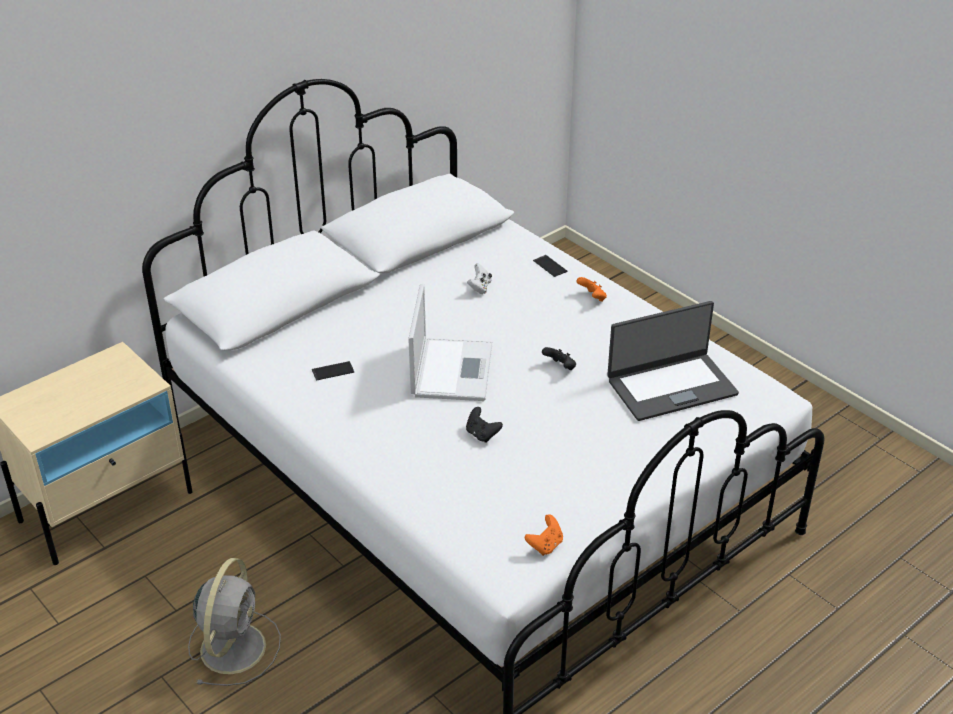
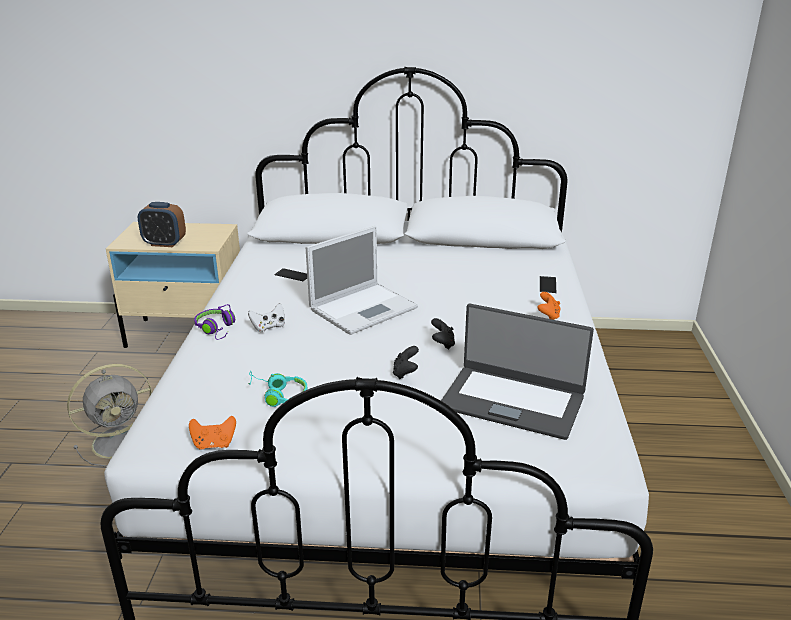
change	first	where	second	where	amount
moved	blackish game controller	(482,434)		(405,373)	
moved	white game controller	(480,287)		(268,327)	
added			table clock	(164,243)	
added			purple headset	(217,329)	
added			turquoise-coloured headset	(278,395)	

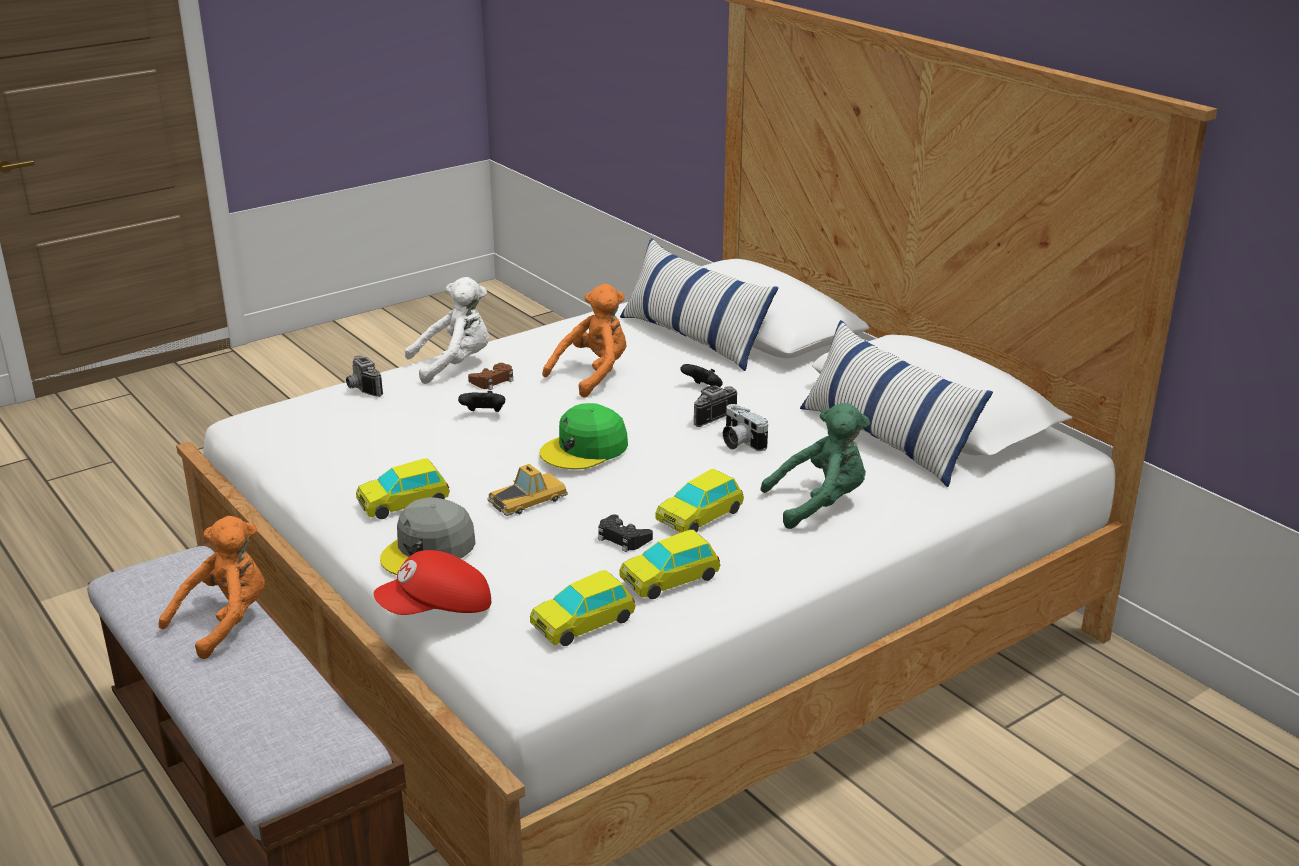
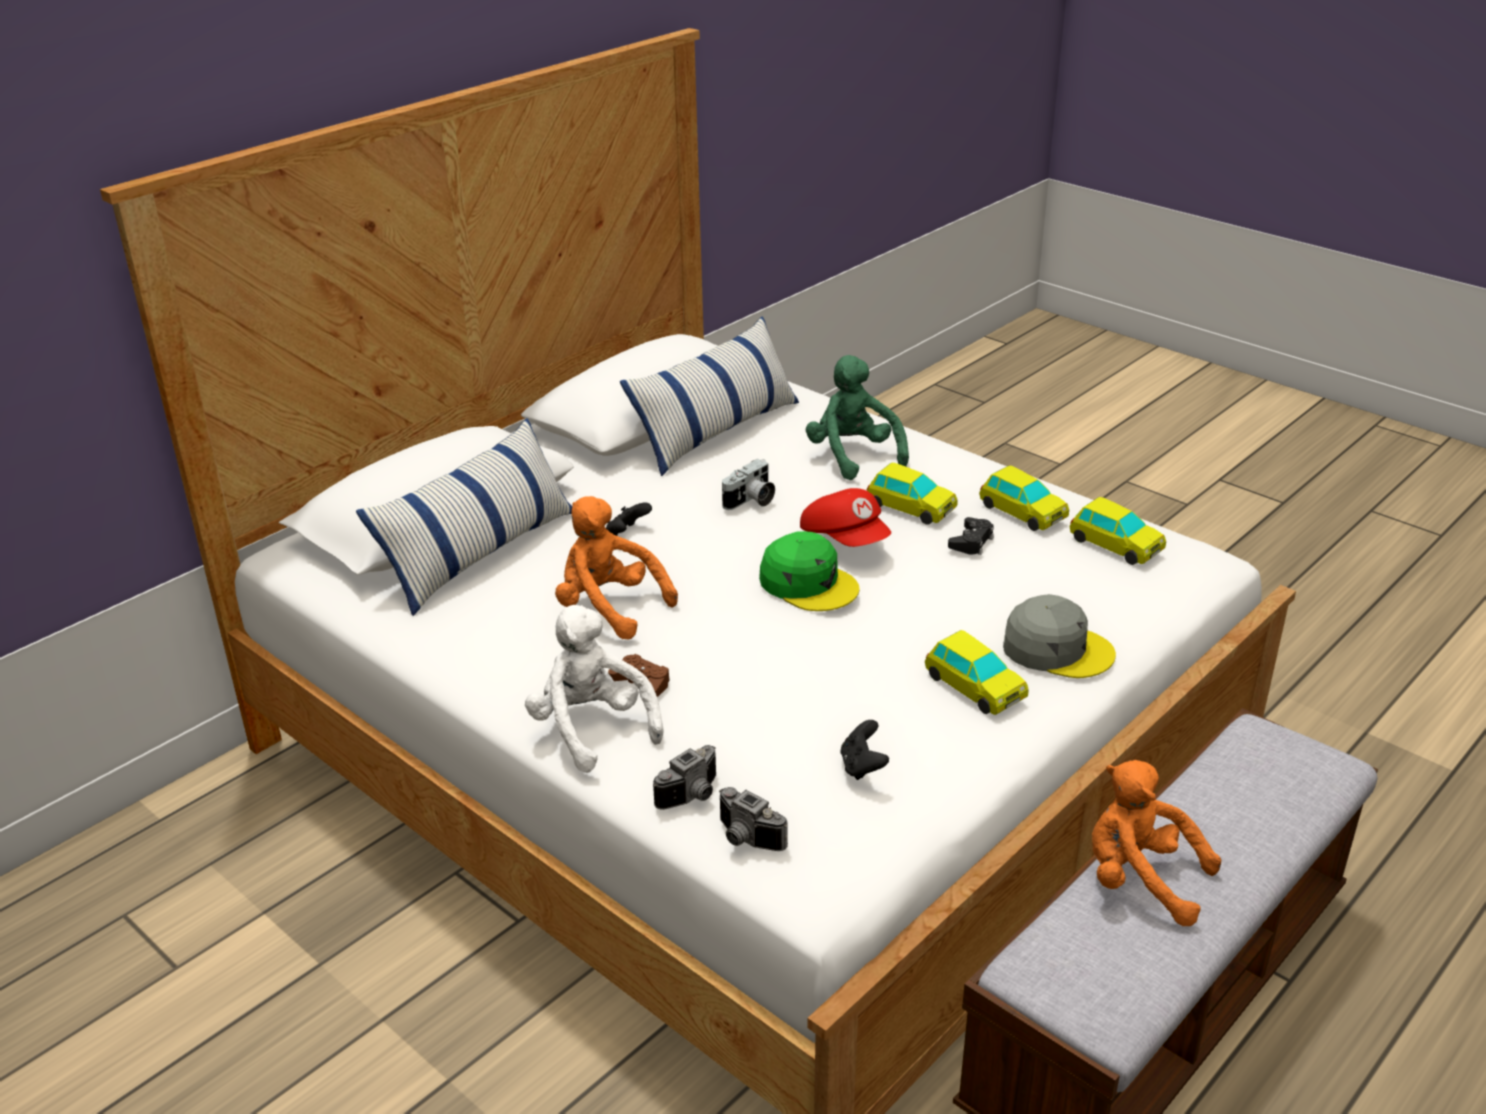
change	first	where	second	where	amount
moved	red-coloured peaked cap	(437,610)		(846,539)	
moved	blackish game controller	(484,414)		(862,766)	
removed	model car	(529,499)			
moved	still camera	(709,415)		(745,839)	

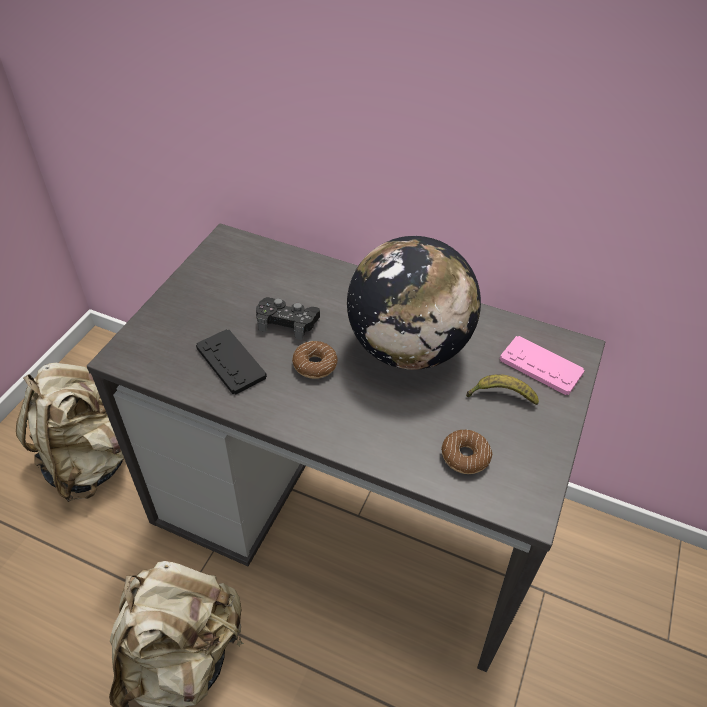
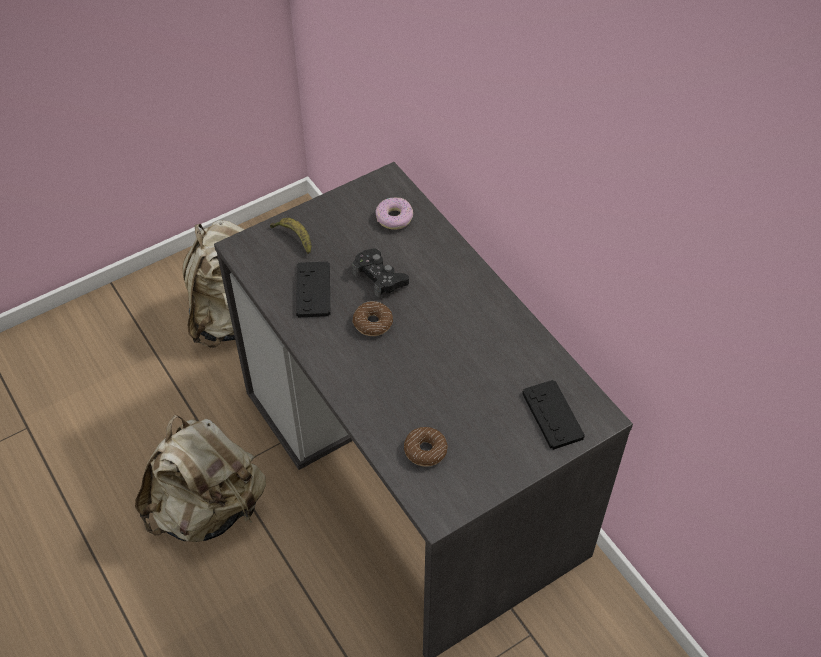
change	first	where	second	where	amount
removed	world globe	(407,348)			
moved	banana	(501,396)		(294,238)	
recoloured	pink game controller	(541,366)	blackish game controller	(552,415)	
added			doughnut	(394,218)	

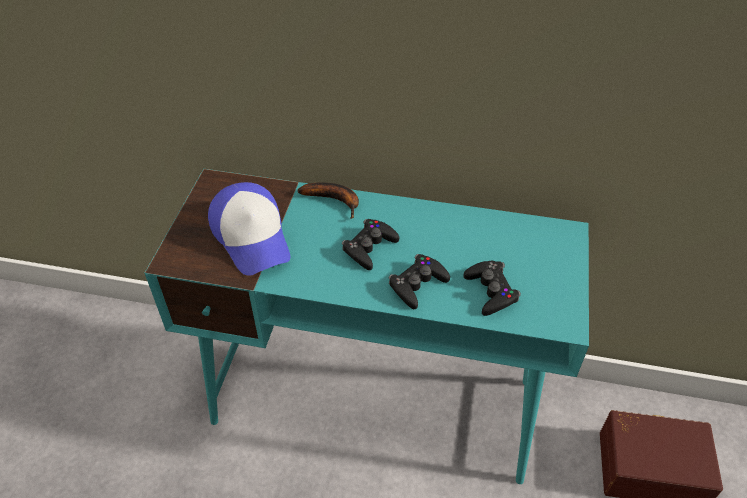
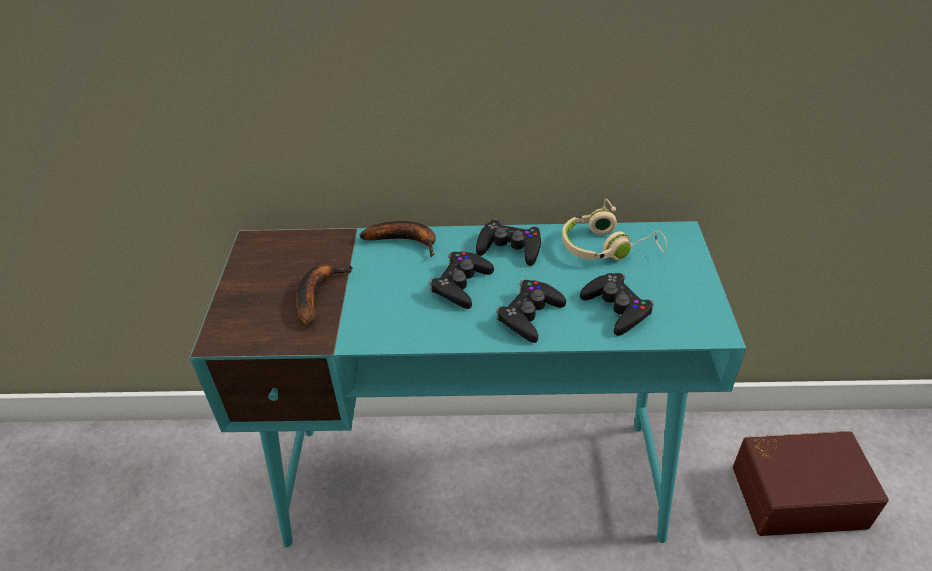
change	first	where	second	where	amount
replaced	peaked cap	(252,236)	banana	(317,294)	
added			blackish game controller	(509,248)	
added			beige headset	(607,247)	

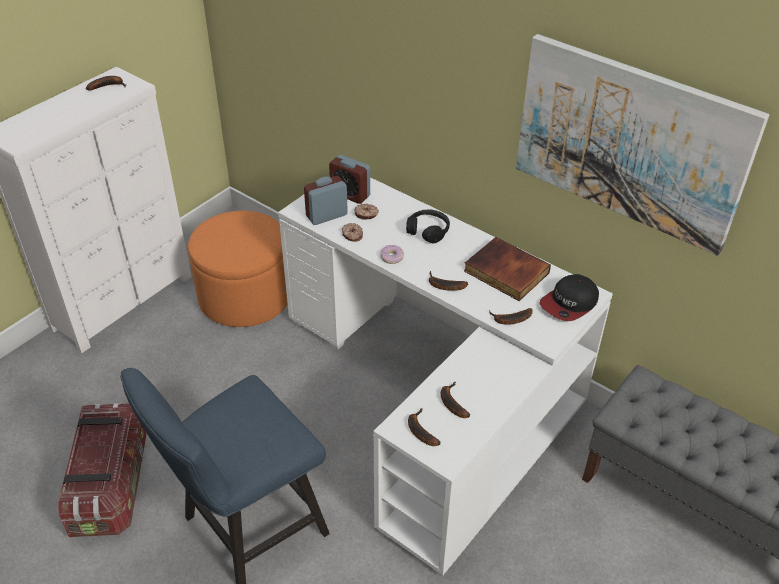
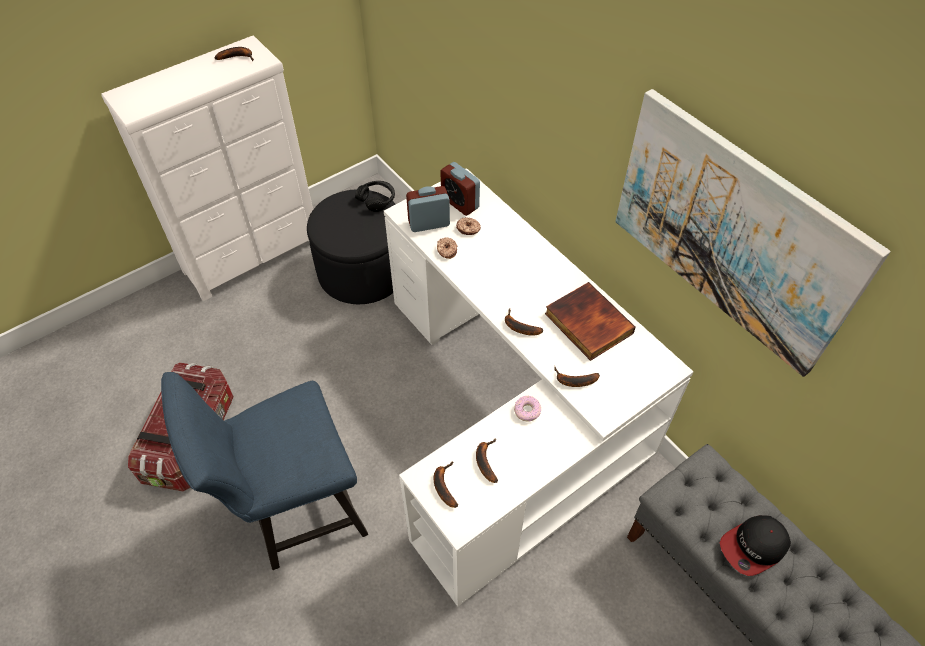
change	first	where	second	where	amount
recoloured	orange-coloured footrest	(245,297)	blackish footrest	(362,272)	
moved	doughnut	(392,257)		(527,411)	
moved	blackish headset	(428,231)		(377,200)	
moved	peaked cap	(569,303)		(753,547)	

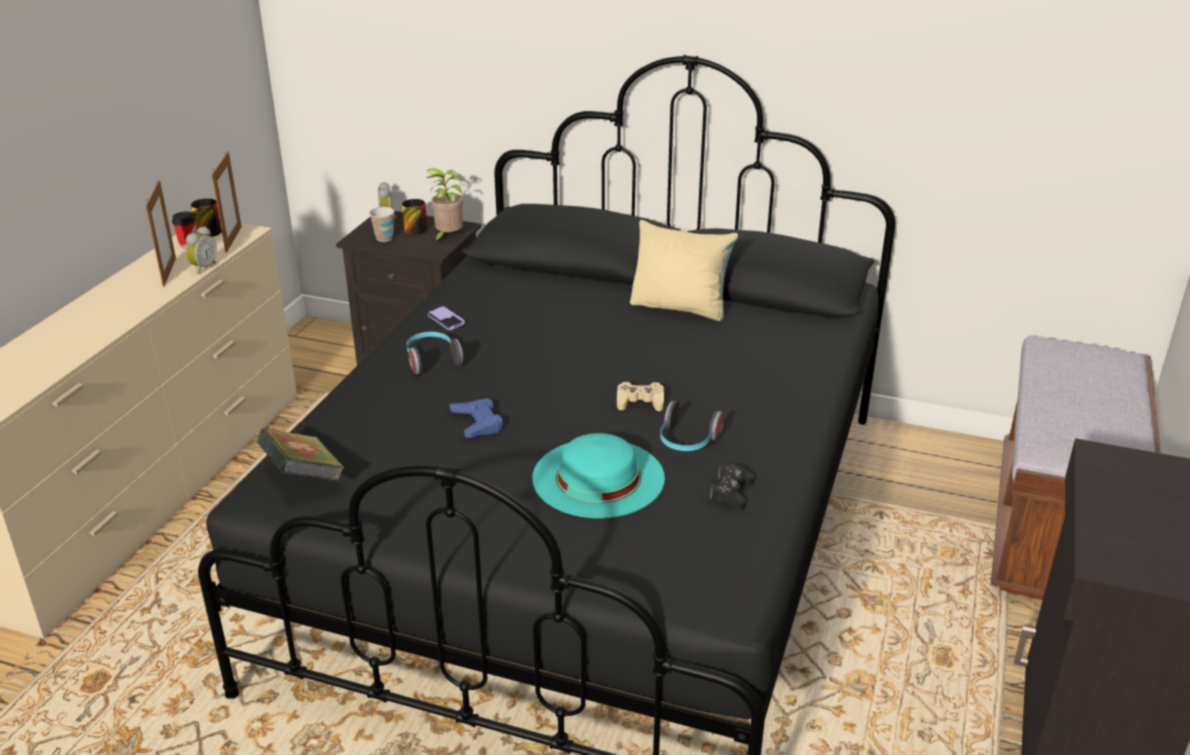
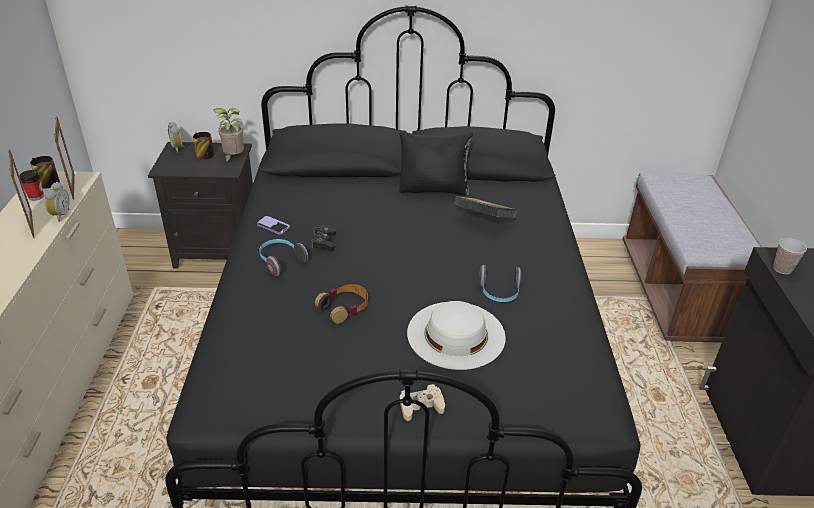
change	first	where	second	where	amount
moved	bound book	(303,478)		(483,222)	
moved	drinking cup	(384,238)		(782,269)	
replaced	blue-coloured game controller	(477,423)	headset	(344,307)	
recoloured	turquoise-coloured clothing hat	(598,477)	white clothing hat	(456,334)	
moved	beige game controller	(640,402)		(421,406)	
recoloured	beige throw pillow	(680,307)	blackish throw pillow	(434,189)	
moved	blackish game controller	(731,492)		(324,242)	

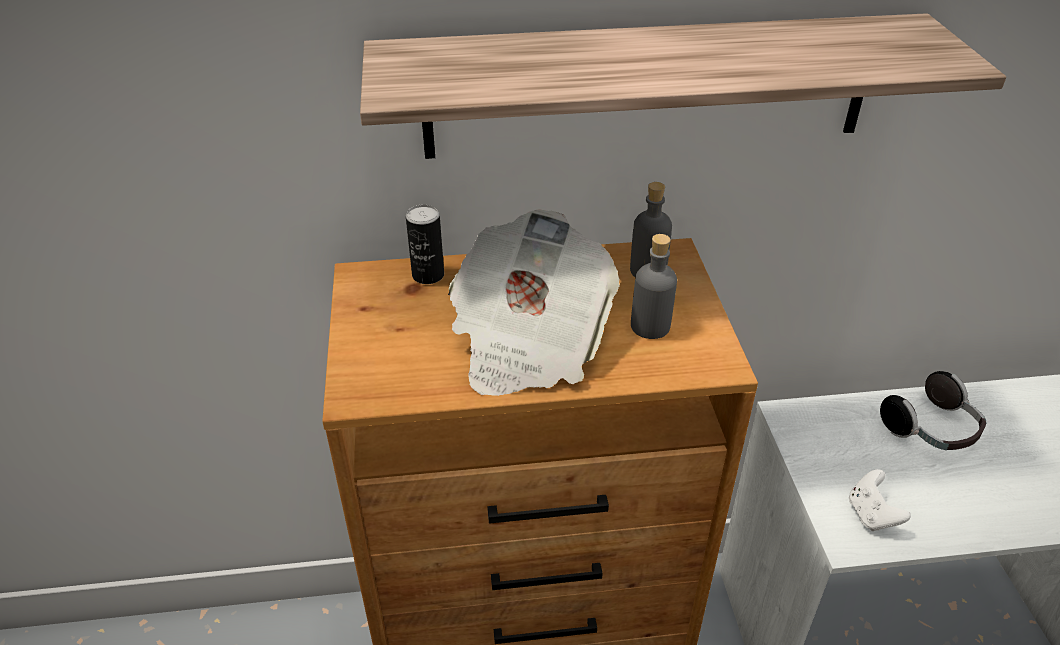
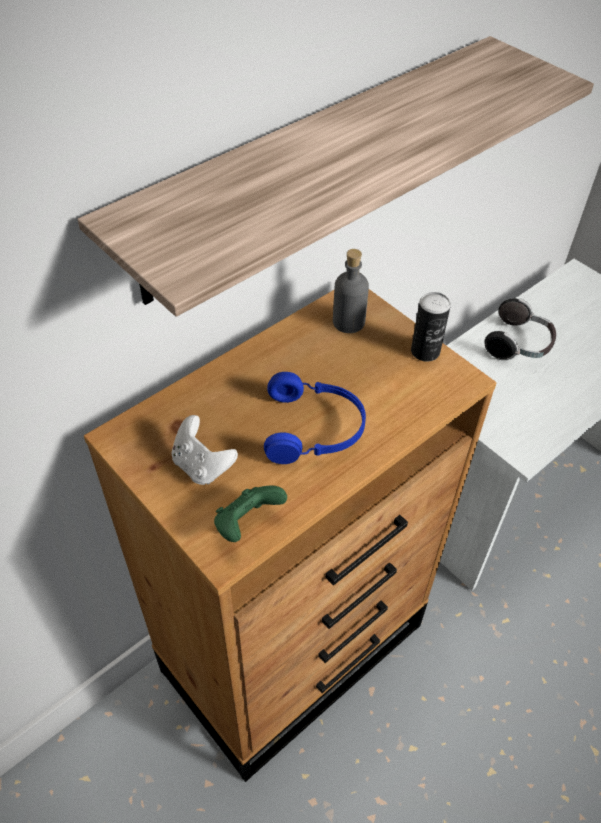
change	first	where	second	where	amount
moved	can	(428,275)		(425,351)	
replaced	printed paper	(528,341)	blue-coloured headset	(314,429)	
removed	grey beverage bottle	(650,326)			
moved	white game controller	(871,515)		(202,466)	
added			green-coloured game controller	(247,523)	

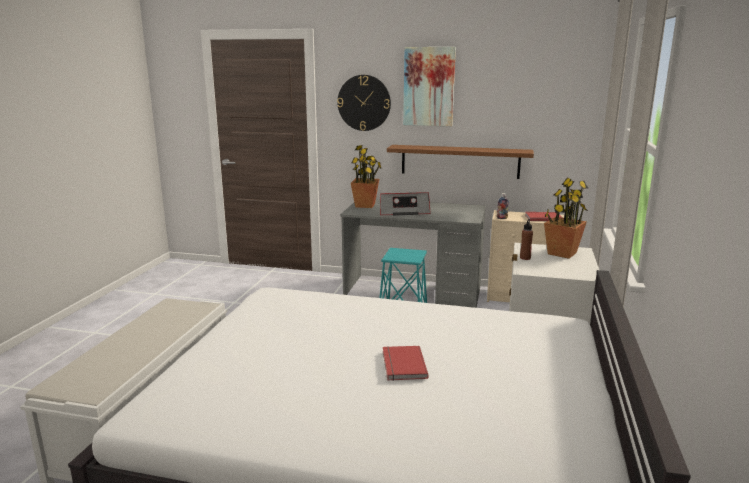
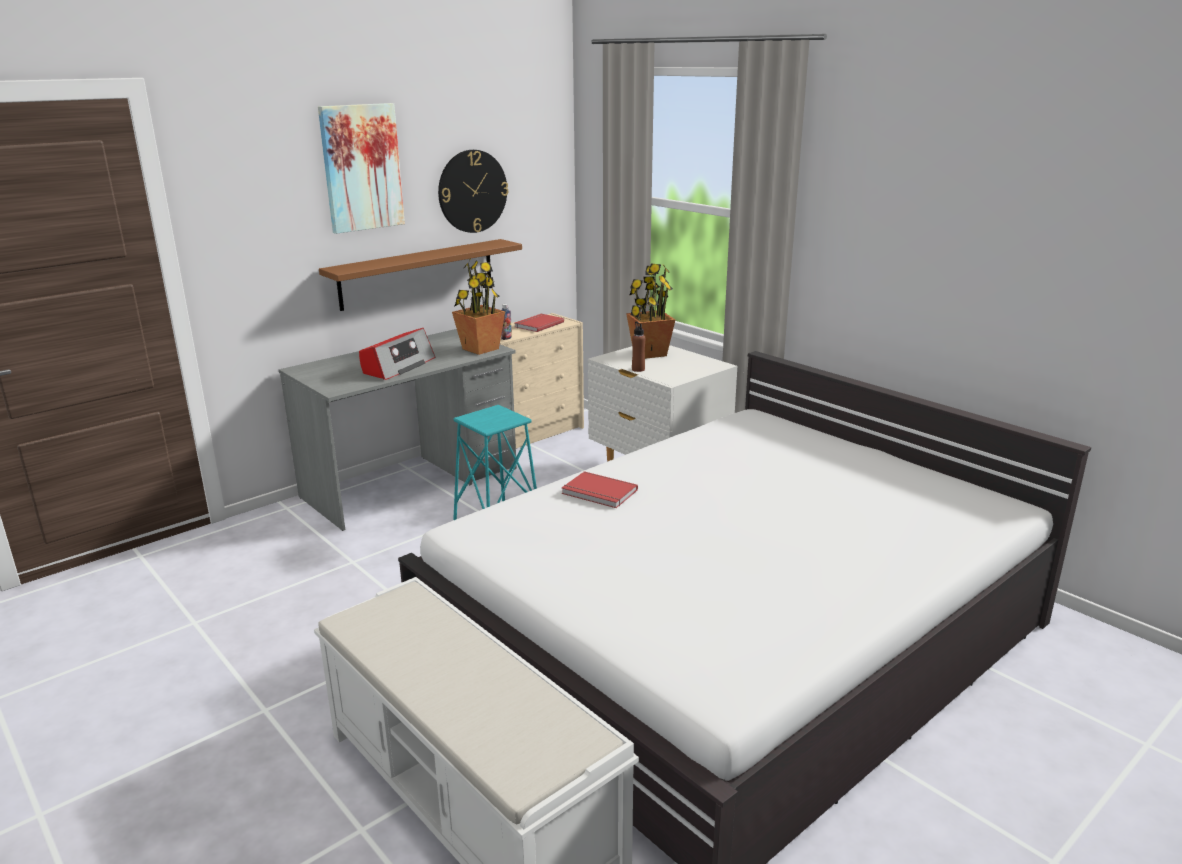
change	first	where	second	where	amount
moved	wall clock	(364,103)		(472,191)	
moved	potted plant	(365,205)		(480,349)	
moved	red-coloured bound book	(402,365)		(598,493)	

